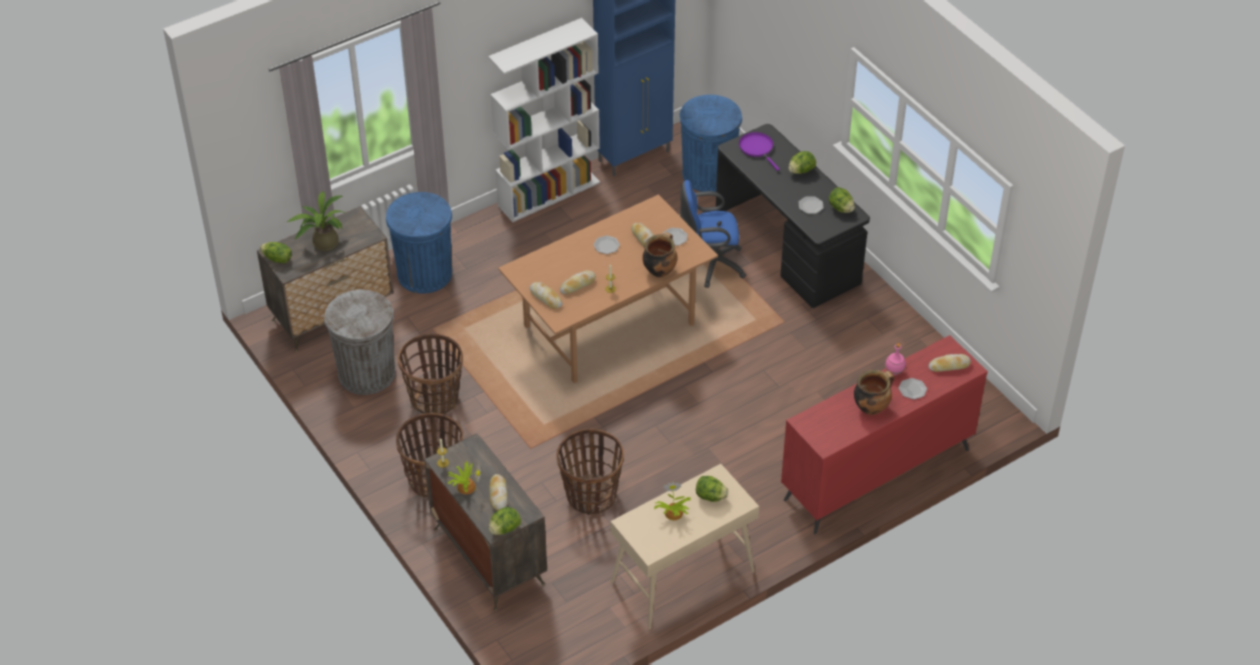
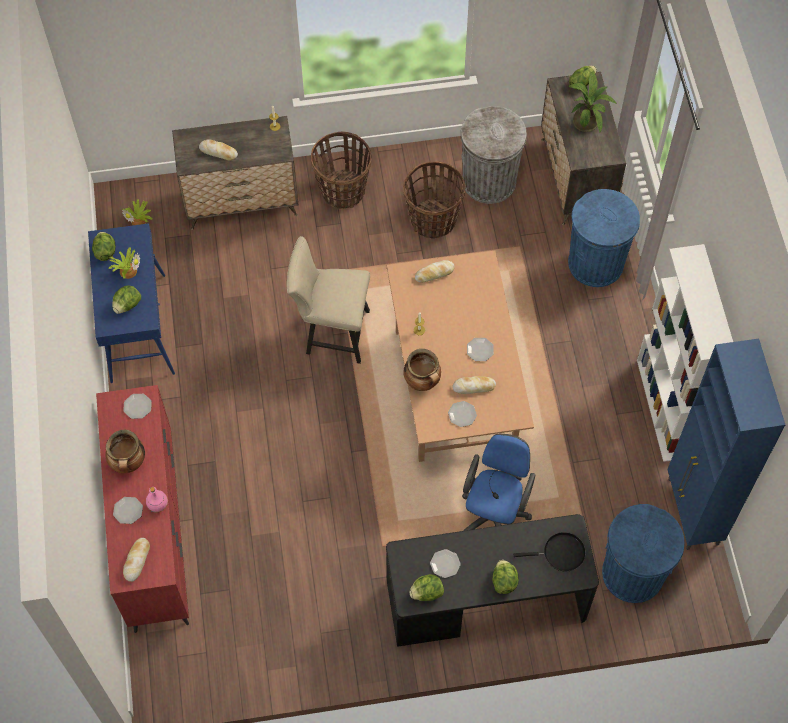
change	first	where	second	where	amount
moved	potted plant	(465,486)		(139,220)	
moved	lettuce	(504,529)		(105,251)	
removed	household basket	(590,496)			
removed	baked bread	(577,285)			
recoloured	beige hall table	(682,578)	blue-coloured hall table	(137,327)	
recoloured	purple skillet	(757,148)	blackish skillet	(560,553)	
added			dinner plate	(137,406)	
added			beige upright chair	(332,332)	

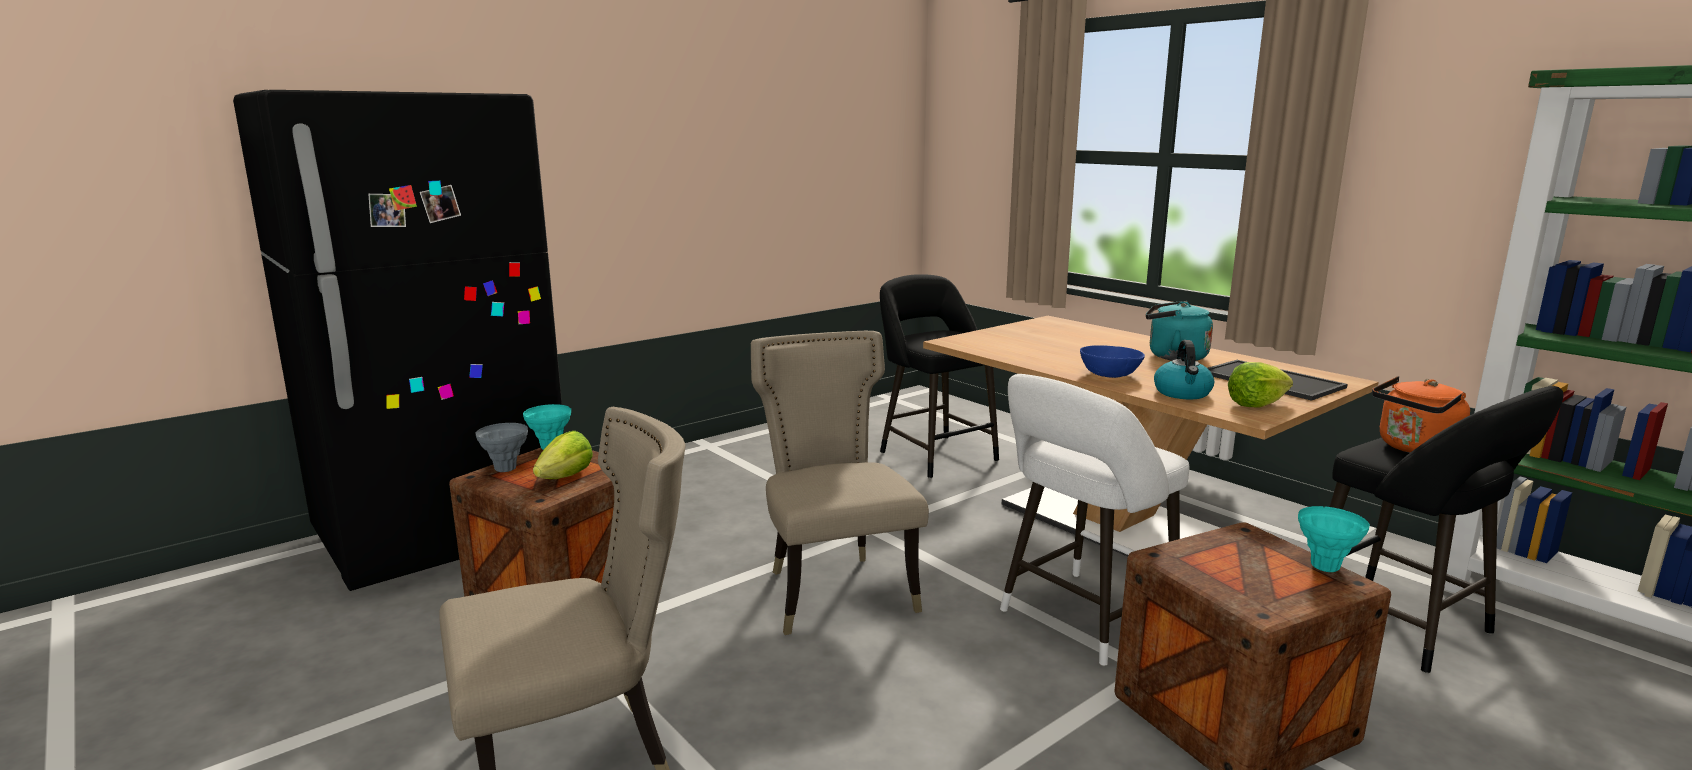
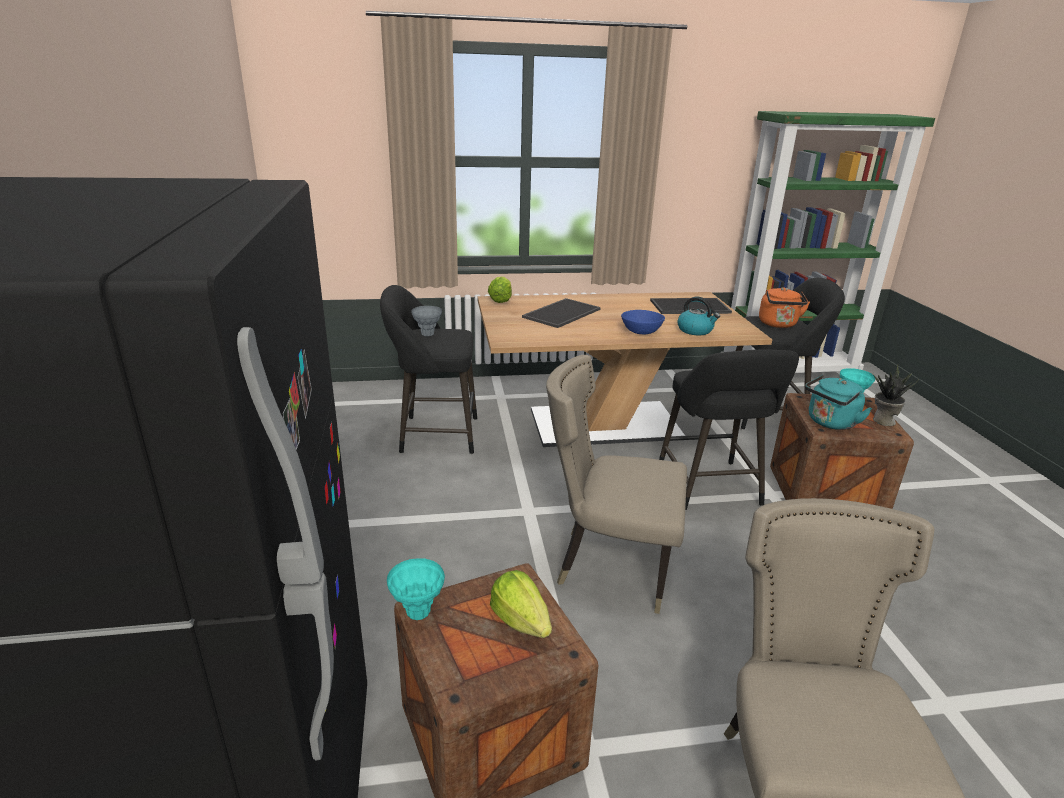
change	first	where	second	where	amount
moved	grey vase	(506,469)		(427,334)	
recoloured	white stool	(1081,620)	blackish stool	(711,489)	
moved	turquoise-coloured water kettle	(1173,357)		(830,423)	
moved	lettuce	(1256,404)		(501,300)	
added			serving tray	(561,313)	
added			potted plant	(883,421)	

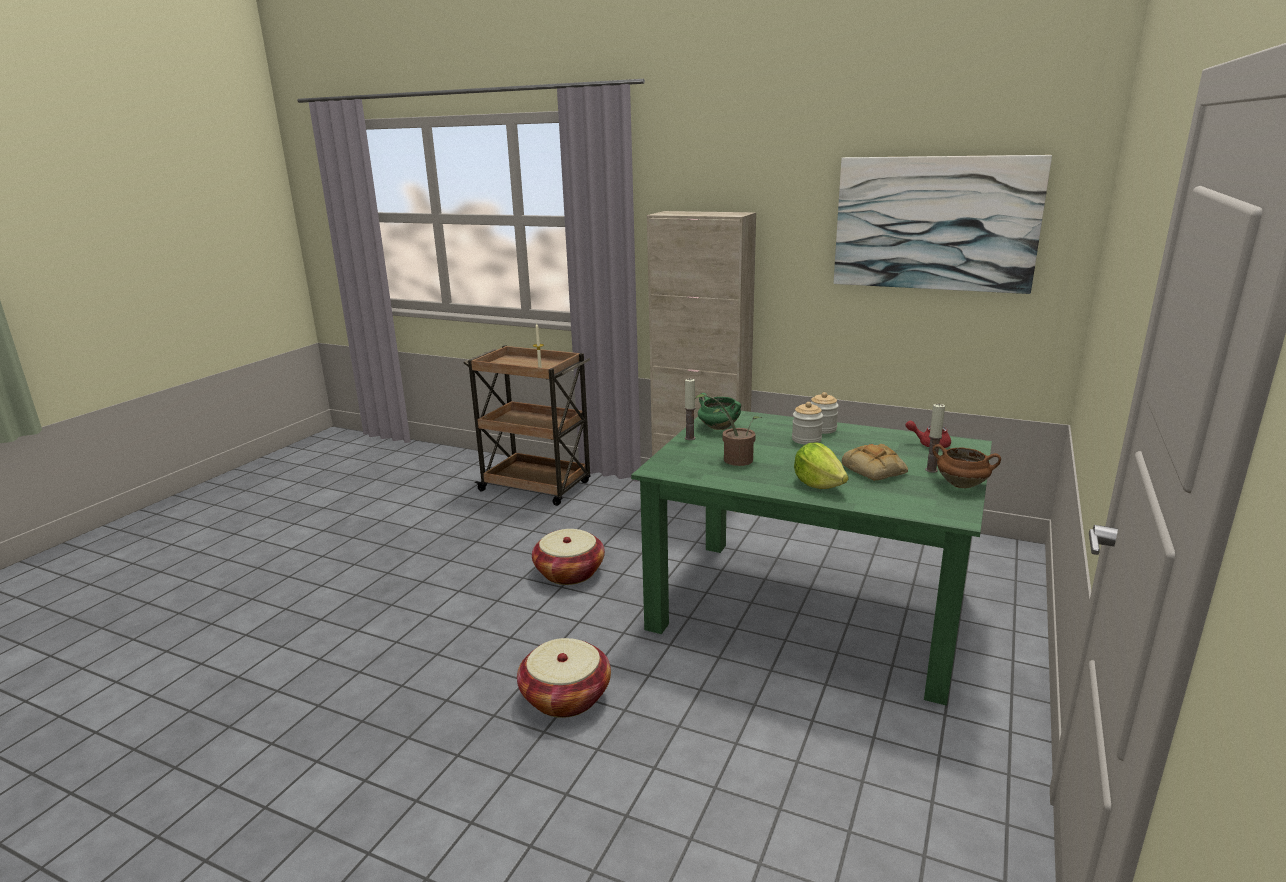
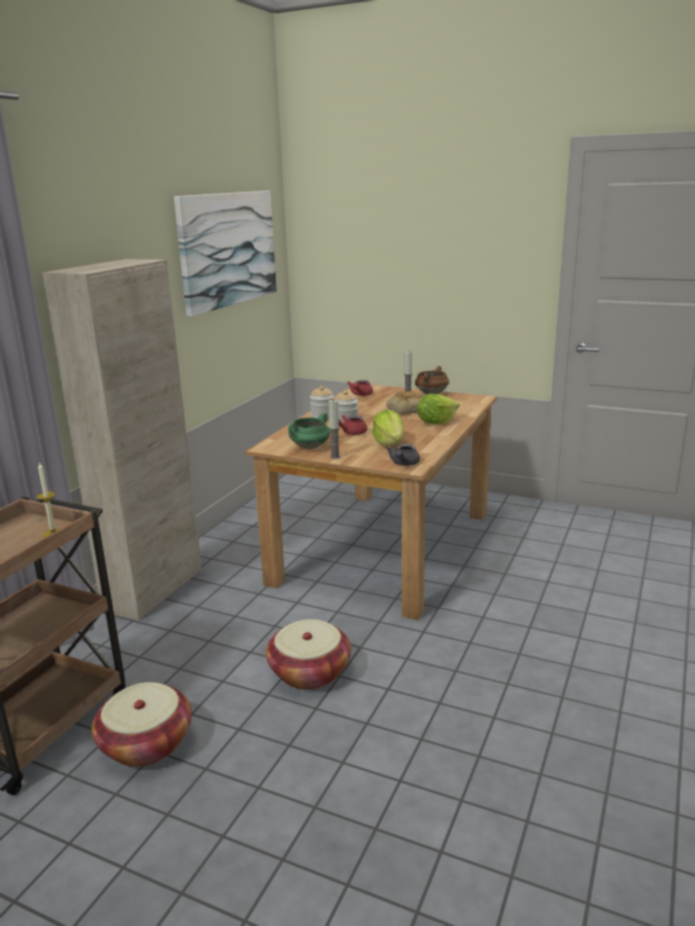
change	first	where	second	where	amount
moved	household basket	(566,697)		(146,743)	
recoloured	green-coloured kitchen table	(806,611)	brown kitchen table	(385,548)	
replaced	potted plant	(733,460)	lettuce	(389,443)	
added			red-coloured teapot	(351,433)	
added			grey teapot	(403,464)	

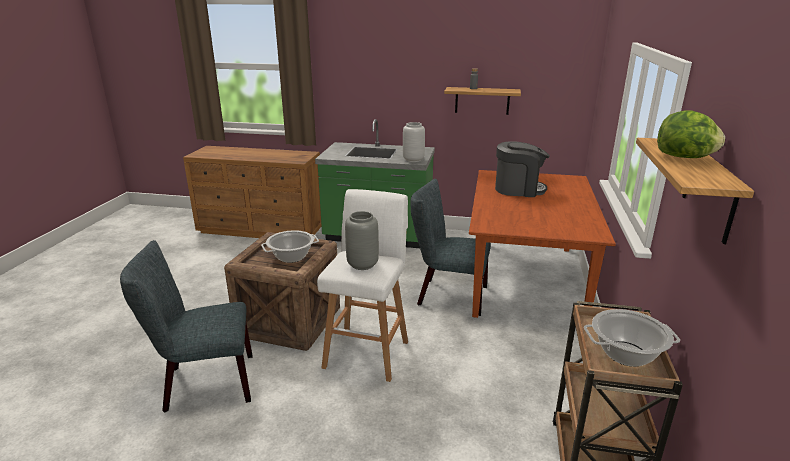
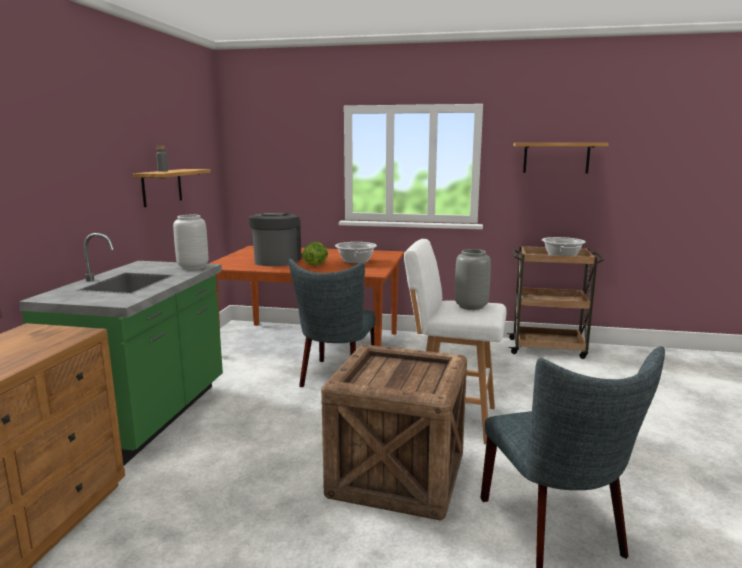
change	first	where	second	where	amount
moved	cooking pot	(291,257)		(356,261)	
moved	lettuce	(684,157)		(316,264)	

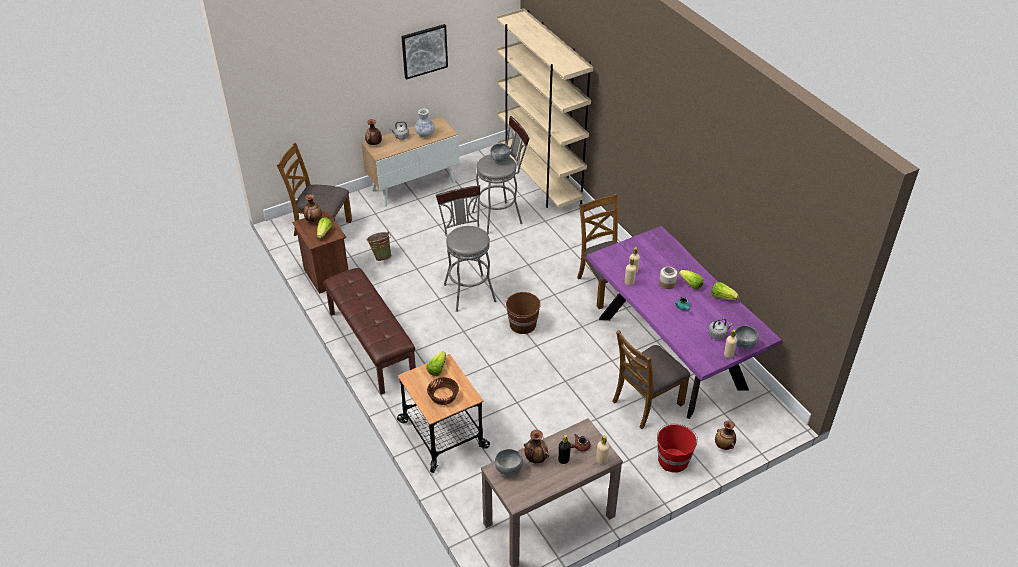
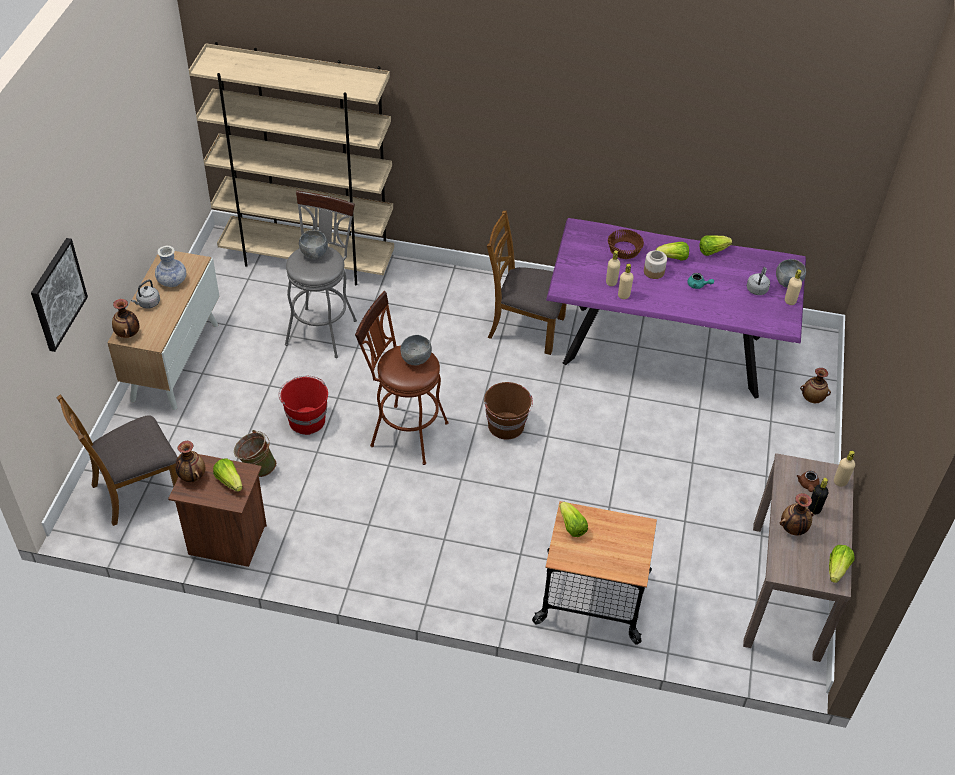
change	first	where	second	where	amount
removed	brown bench	(371,345)			
moved	wall picture	(424,51)		(57,294)	
moved	brown deep dish	(443,396)		(624,250)	
recoloured	grey stool	(468,289)	brown stool	(403,432)	
moved	grey deep dish	(509,470)		(416,360)	
removed	brown upright chair	(646,402)			
moved	red-coloured water bucket	(673,459)		(306,420)	
added			lettuce	(837,569)	

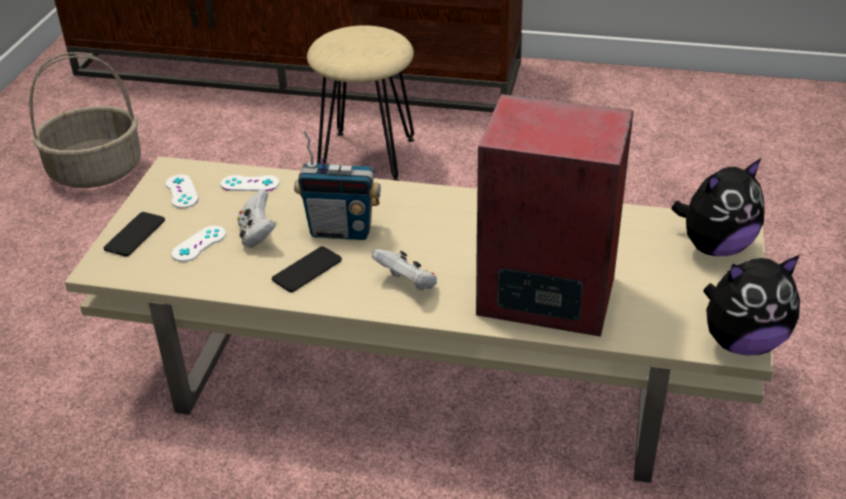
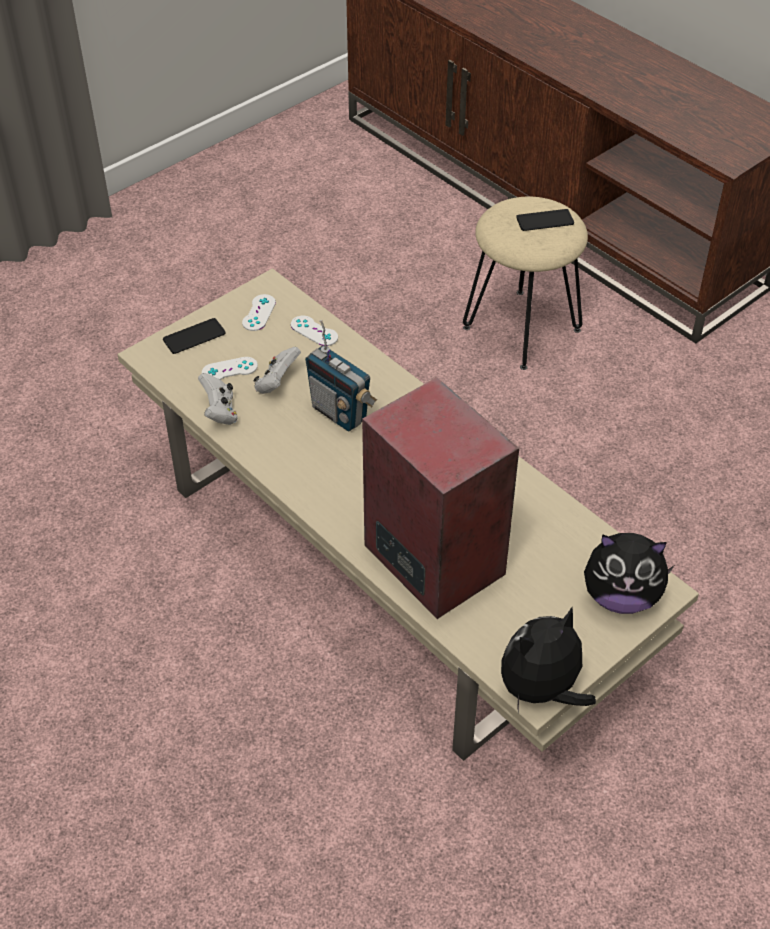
change	first	where	second	where	amount
removed	household basket	(97,170)			
moved	phone	(307,270)		(545,221)	
moved	white game controller	(407,284)		(220,412)	
turned	soft toy	(742,342)		(541,691)	120 degrees clockwise

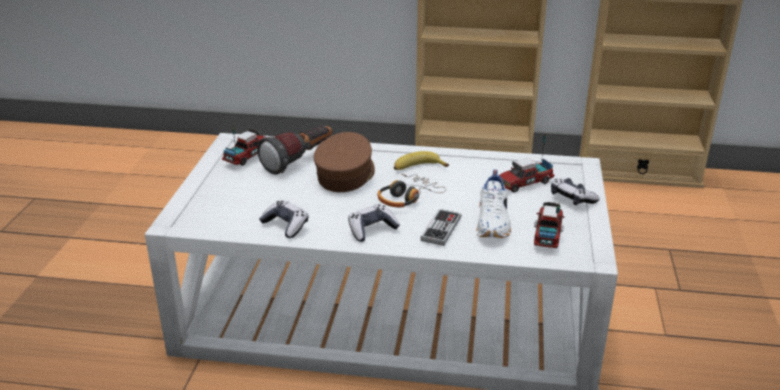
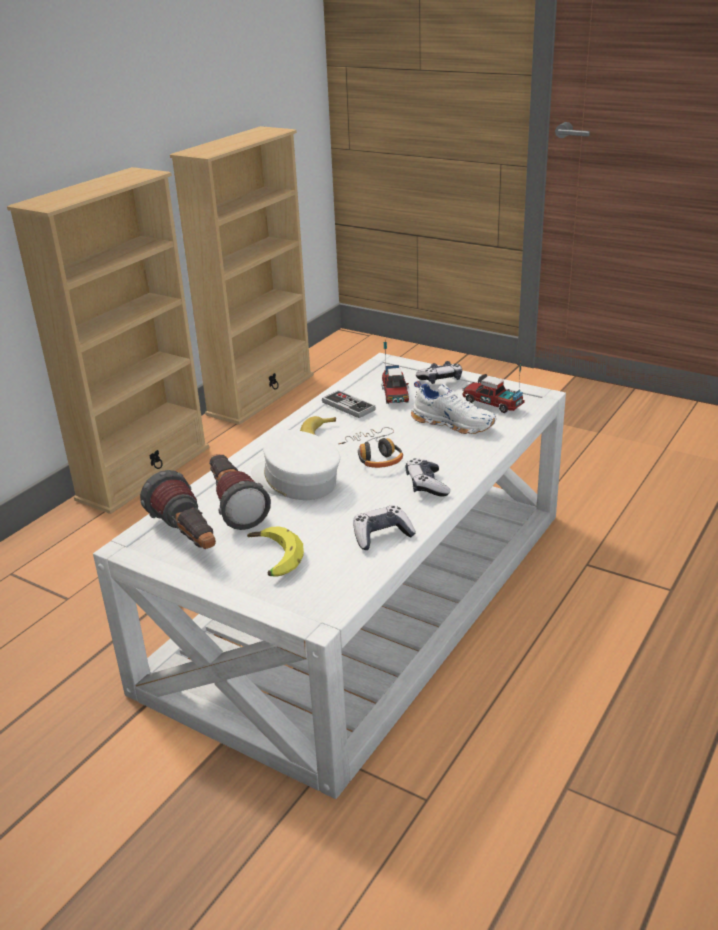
change	first	where	second	where	amount
replaced	toy truck	(248,156)	torch	(188,538)	
recoloured	brown peaked cap	(346,175)	white peaked cap	(295,481)	
moved	game controller	(441,229)		(348,406)	
added			banana	(272,559)	

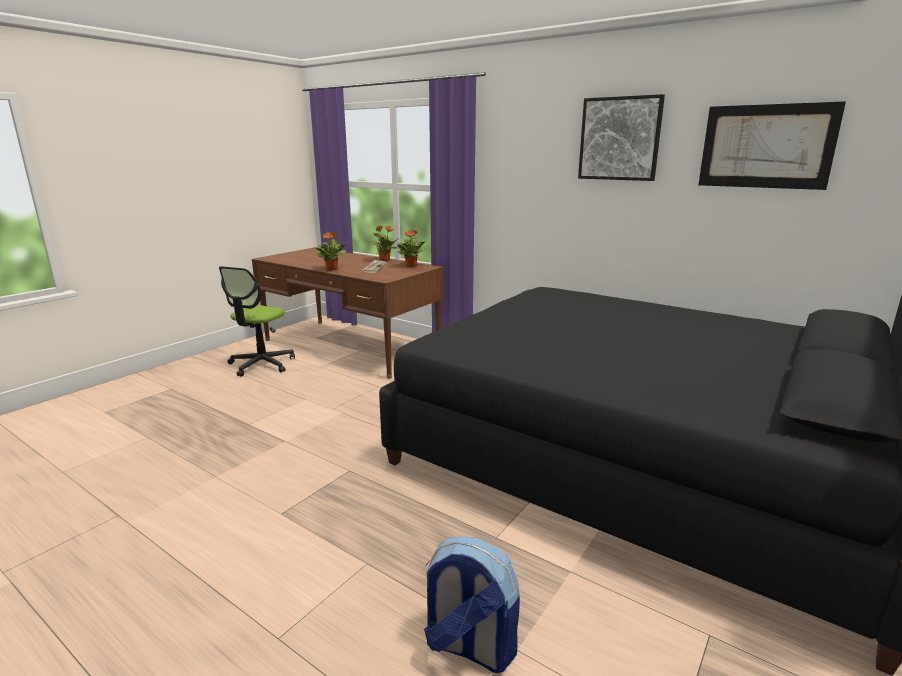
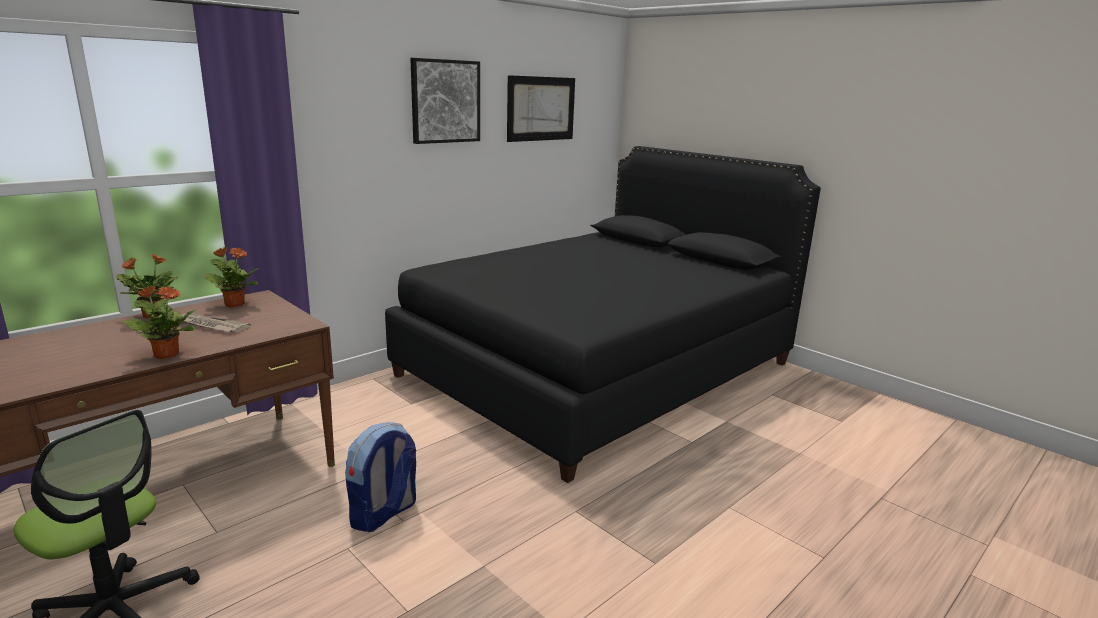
change	first	where	second	where	amount
moved	backpack	(469,647)		(383,514)	

